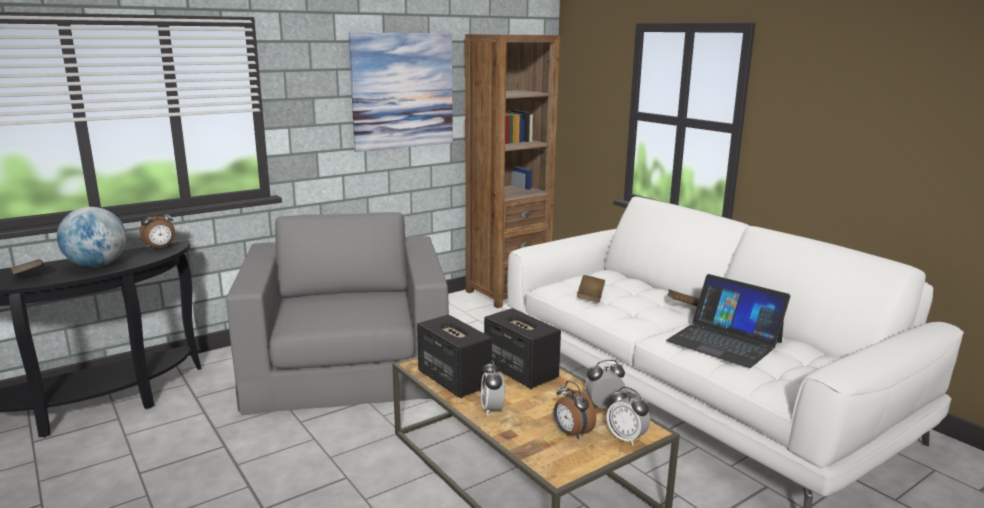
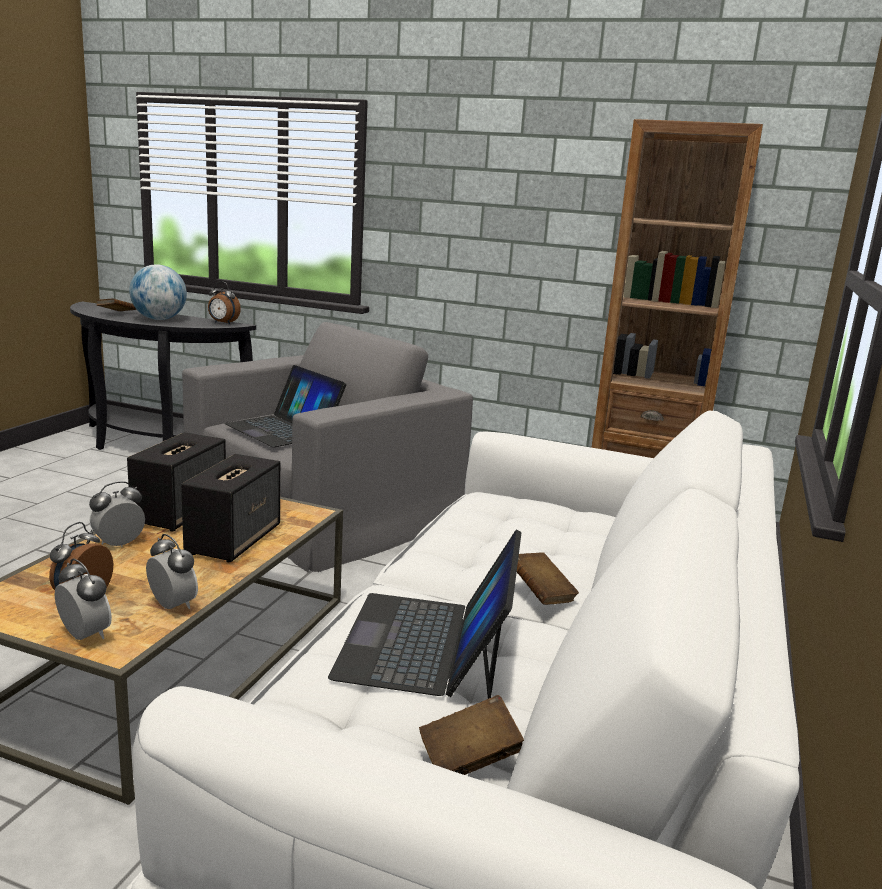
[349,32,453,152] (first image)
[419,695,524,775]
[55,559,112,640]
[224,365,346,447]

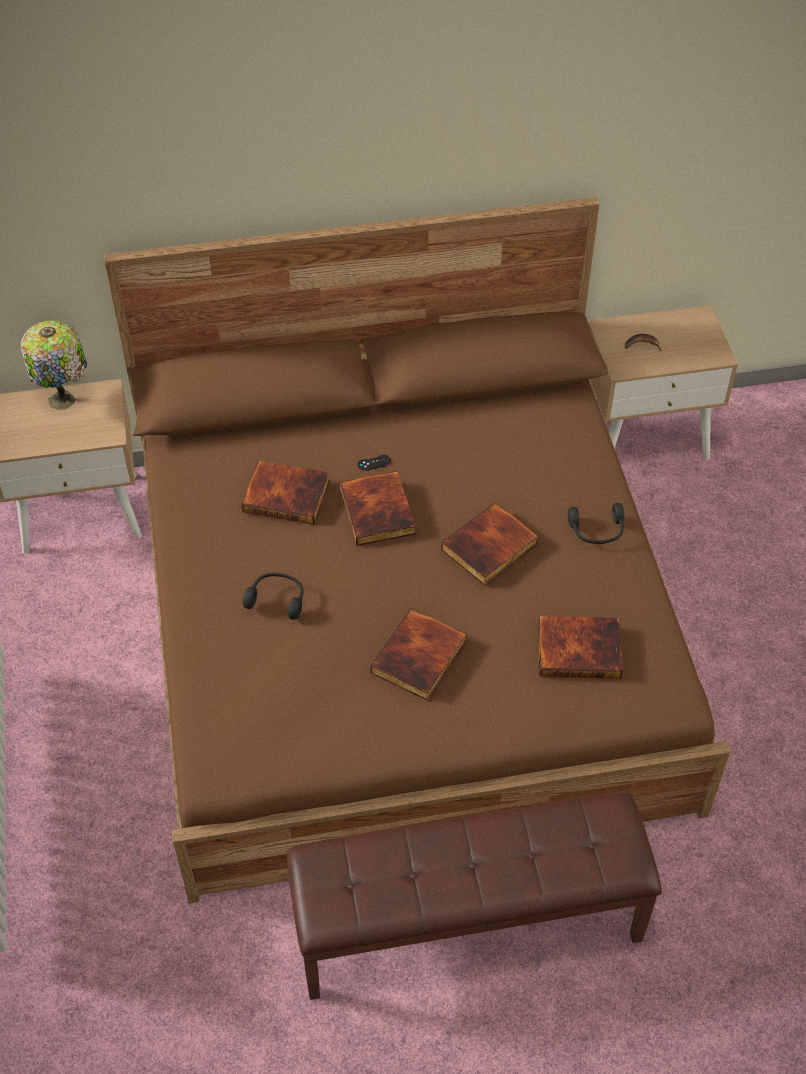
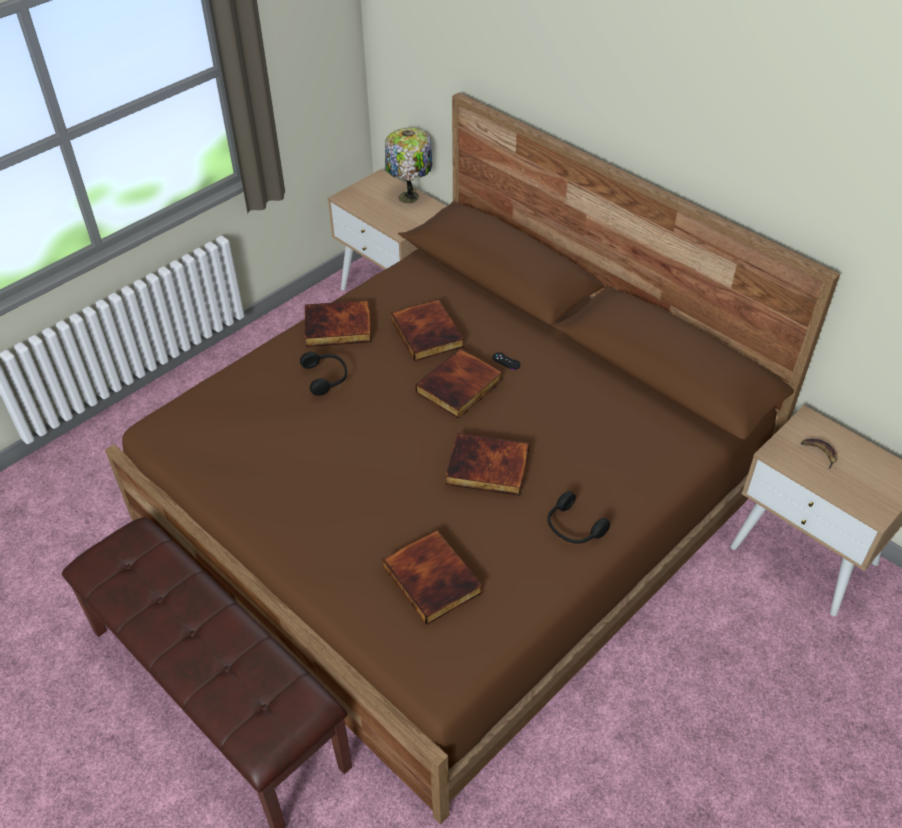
[305,300,372,347]

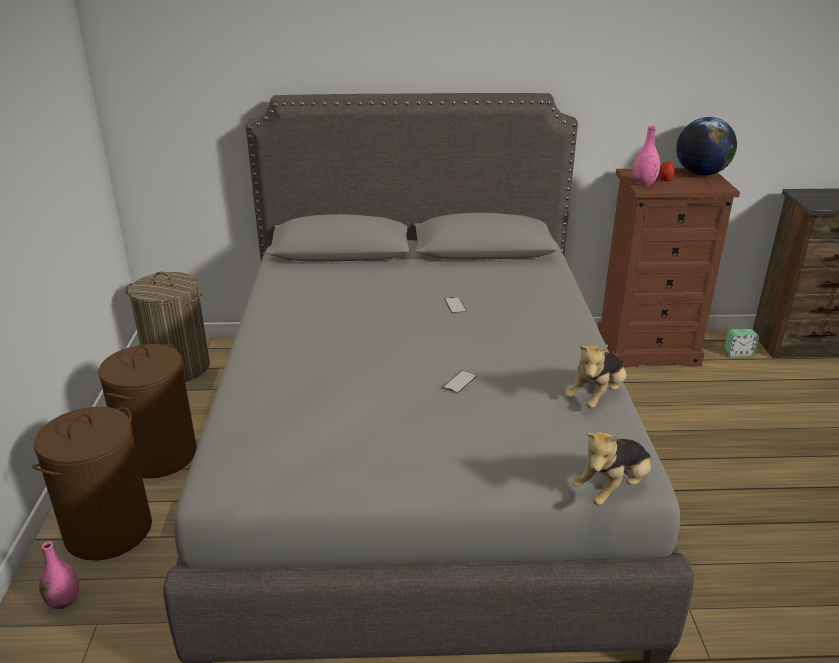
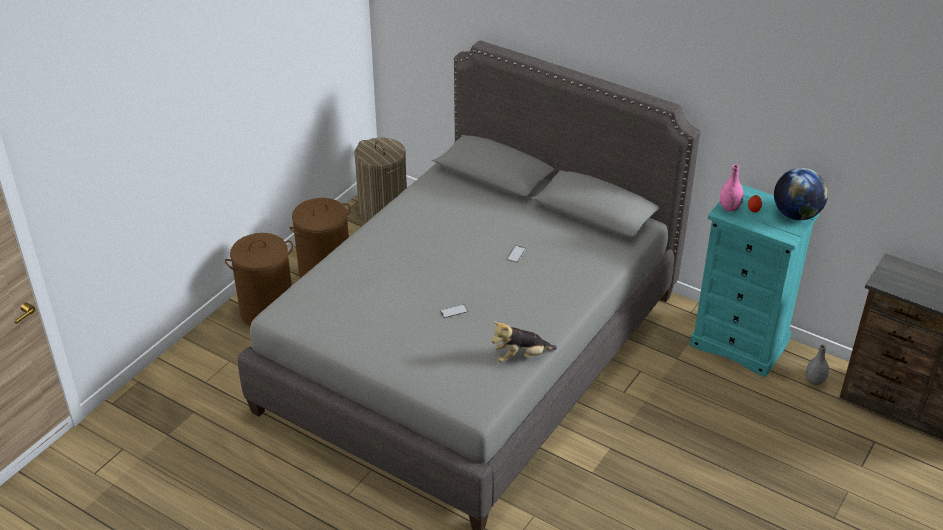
[689,184,820,377]
[806,344,829,385]
[571,432,652,506] (first image)
[39,541,79,609] (first image)

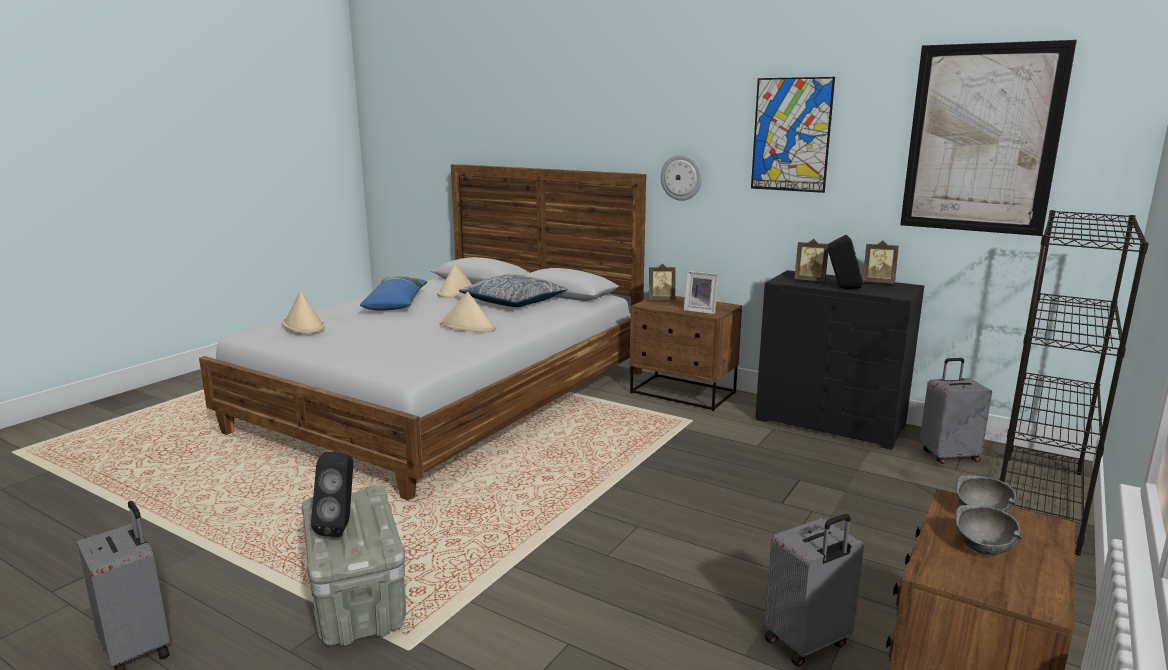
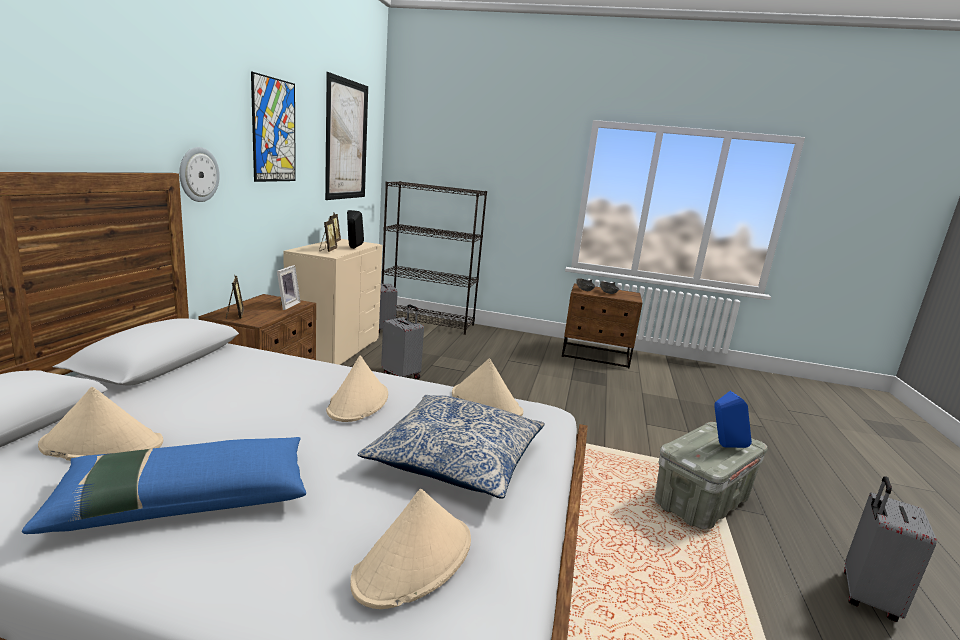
[283,239,382,365]
[358,395,545,499]
[715,391,752,448]
[381,304,424,379]
[452,359,523,416]

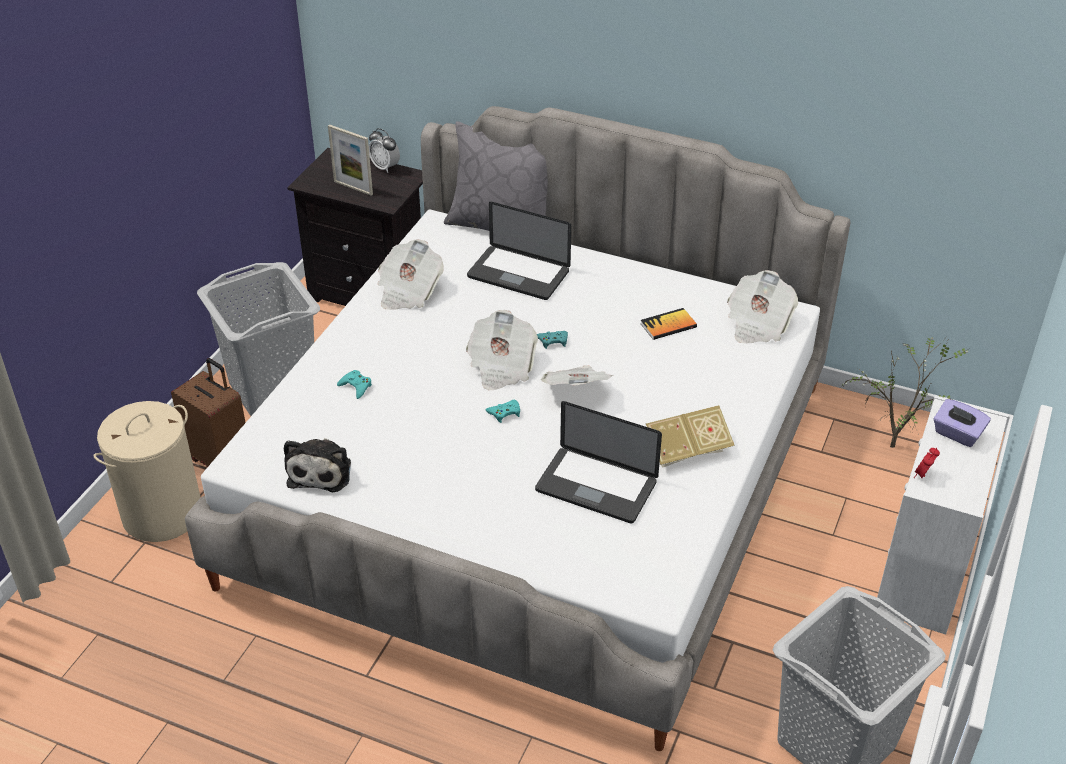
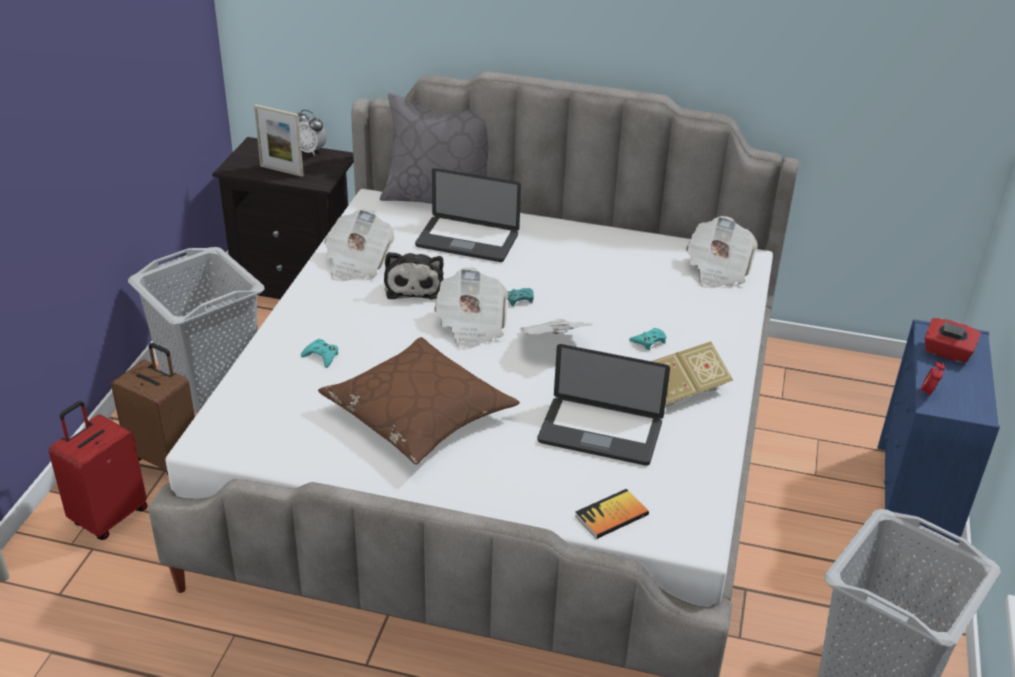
[575,489,649,539]
[842,334,968,449] (first image)
[877,319,1000,557]
[925,318,981,363]
[629,328,667,350]
[49,401,148,540]
[384,252,444,299]
[318,337,520,465]

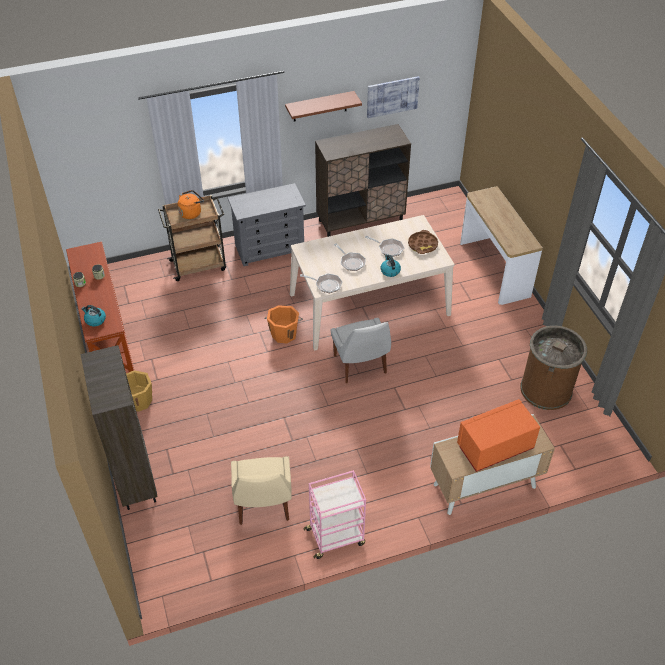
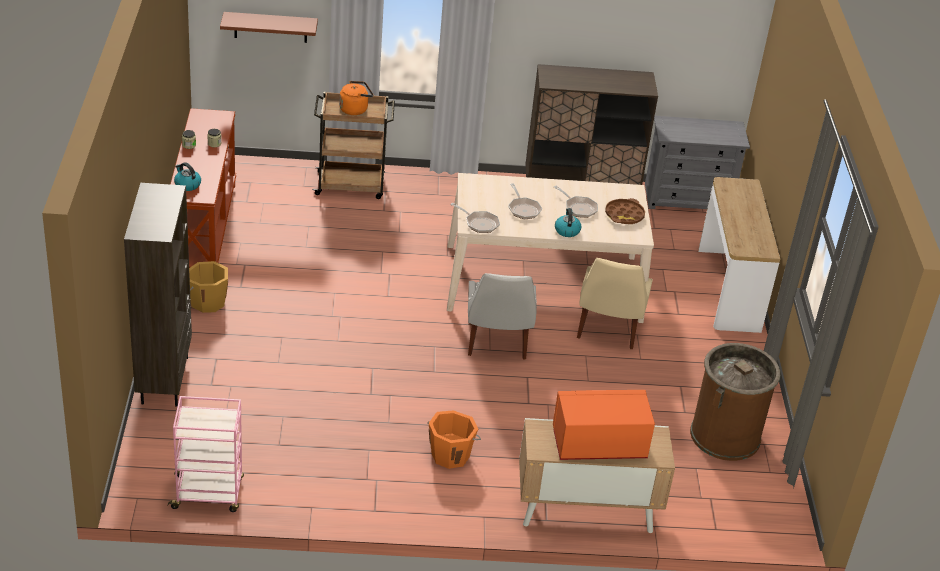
[367,76,420,118] (first image)
[220,12,318,43]
[645,116,750,209]
[427,410,481,469]
[577,258,653,349]
[168,396,244,512]

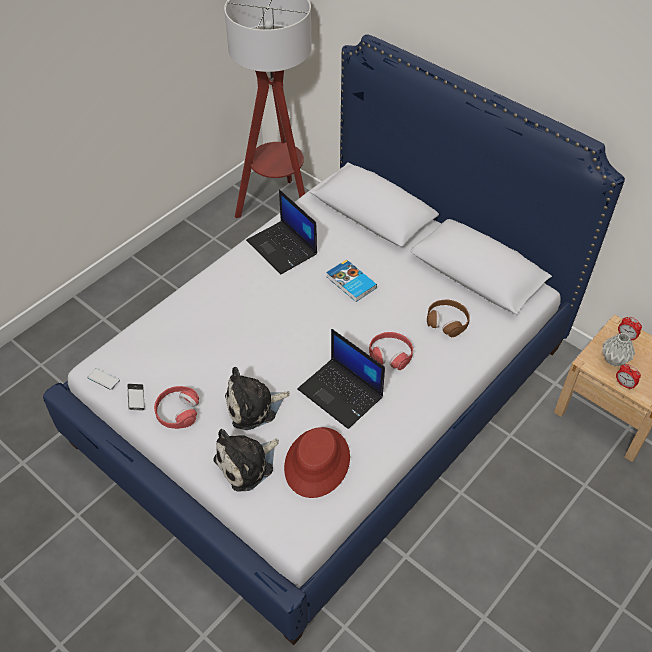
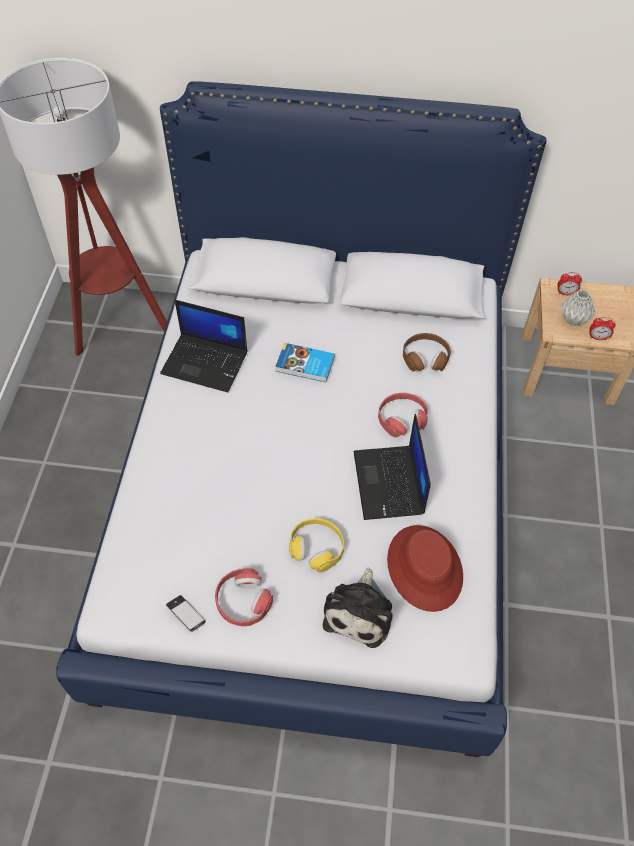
[354,414,431,520]
[289,518,344,573]
[87,368,120,390] (first image)

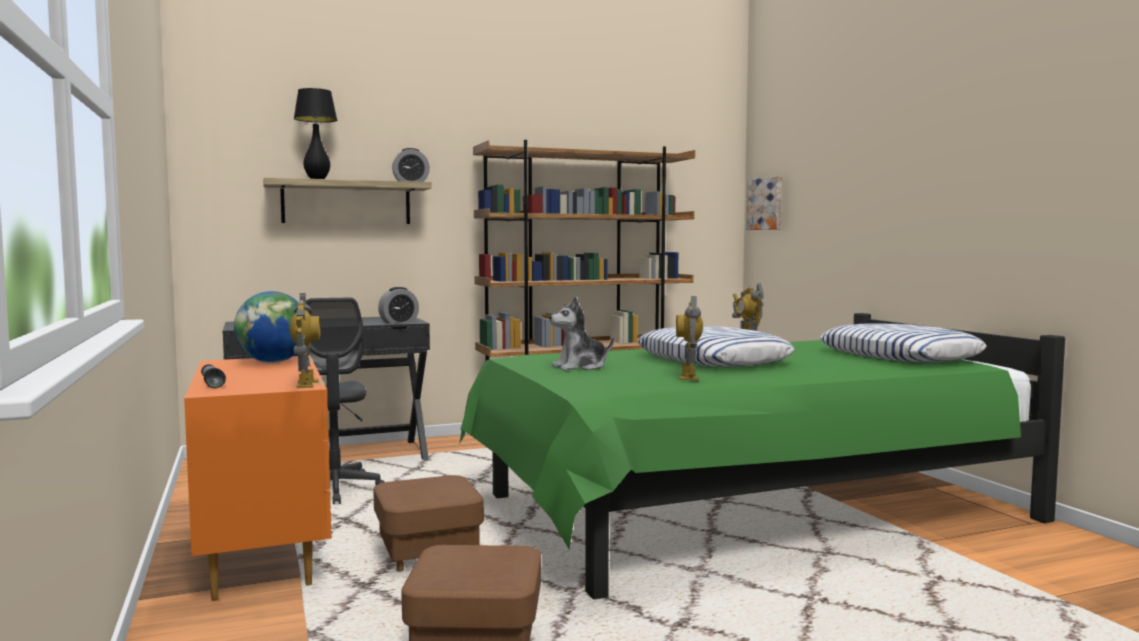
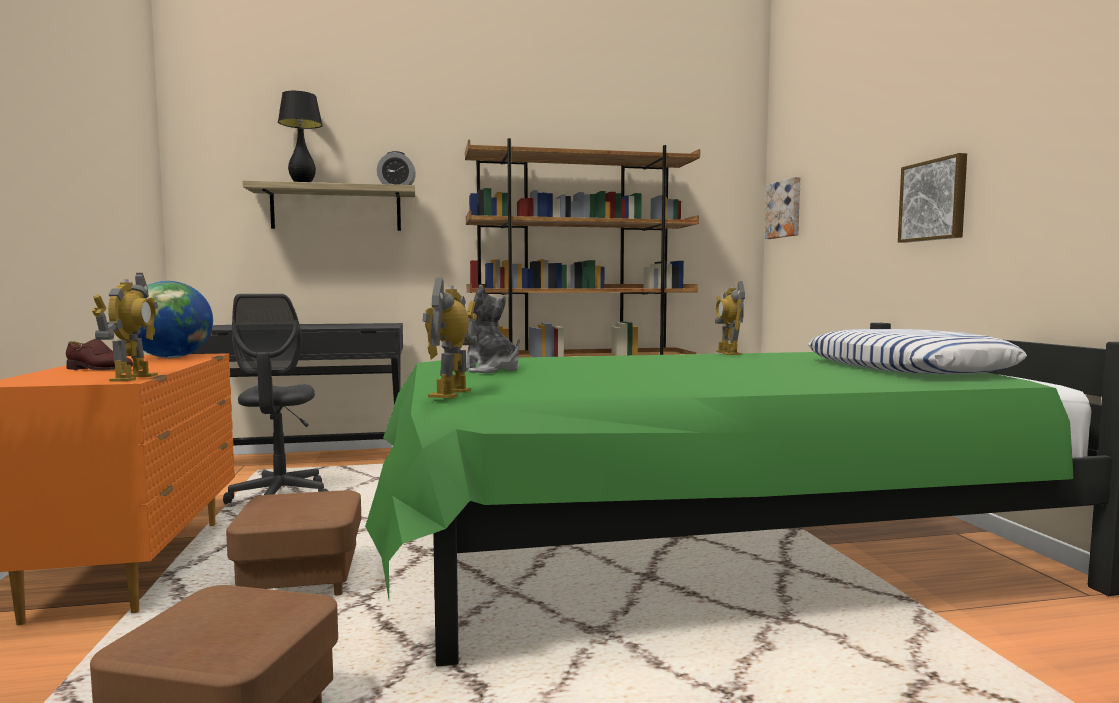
[378,287,419,324] (first image)
[466,285,520,373]
[422,278,478,398]
[637,326,795,367] (first image)
[201,364,226,388] (first image)
[898,153,967,243]
[66,339,133,370]

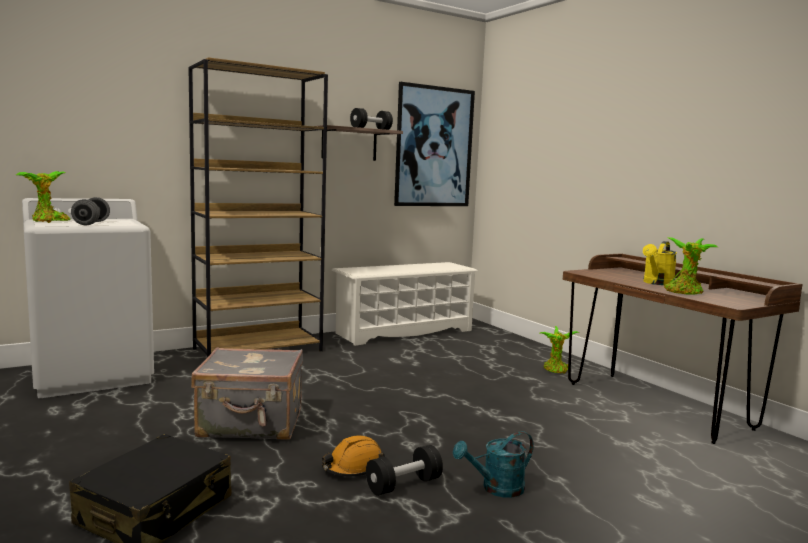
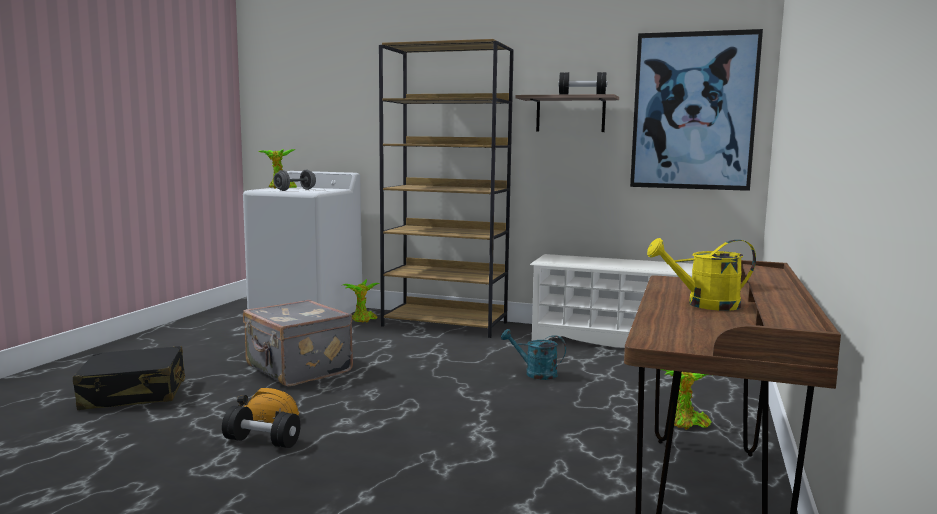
[343,279,379,323]
[501,329,566,380]

